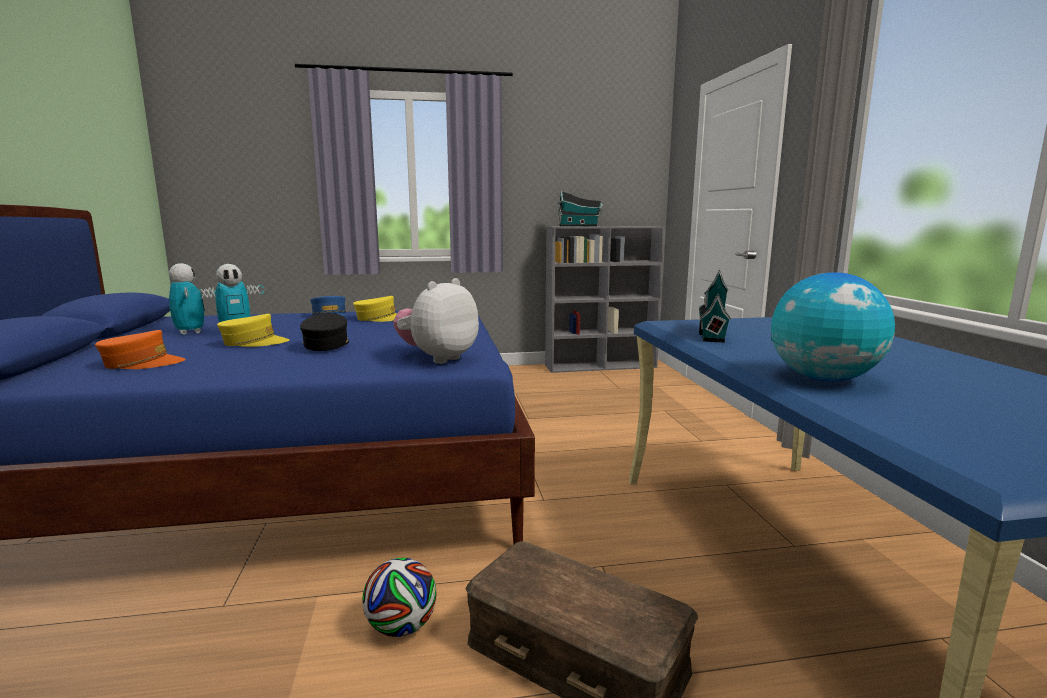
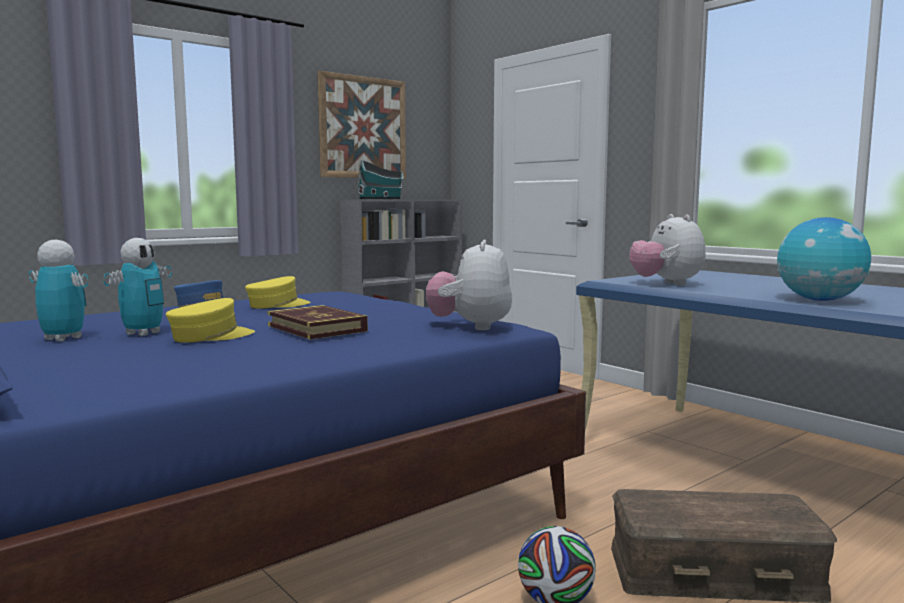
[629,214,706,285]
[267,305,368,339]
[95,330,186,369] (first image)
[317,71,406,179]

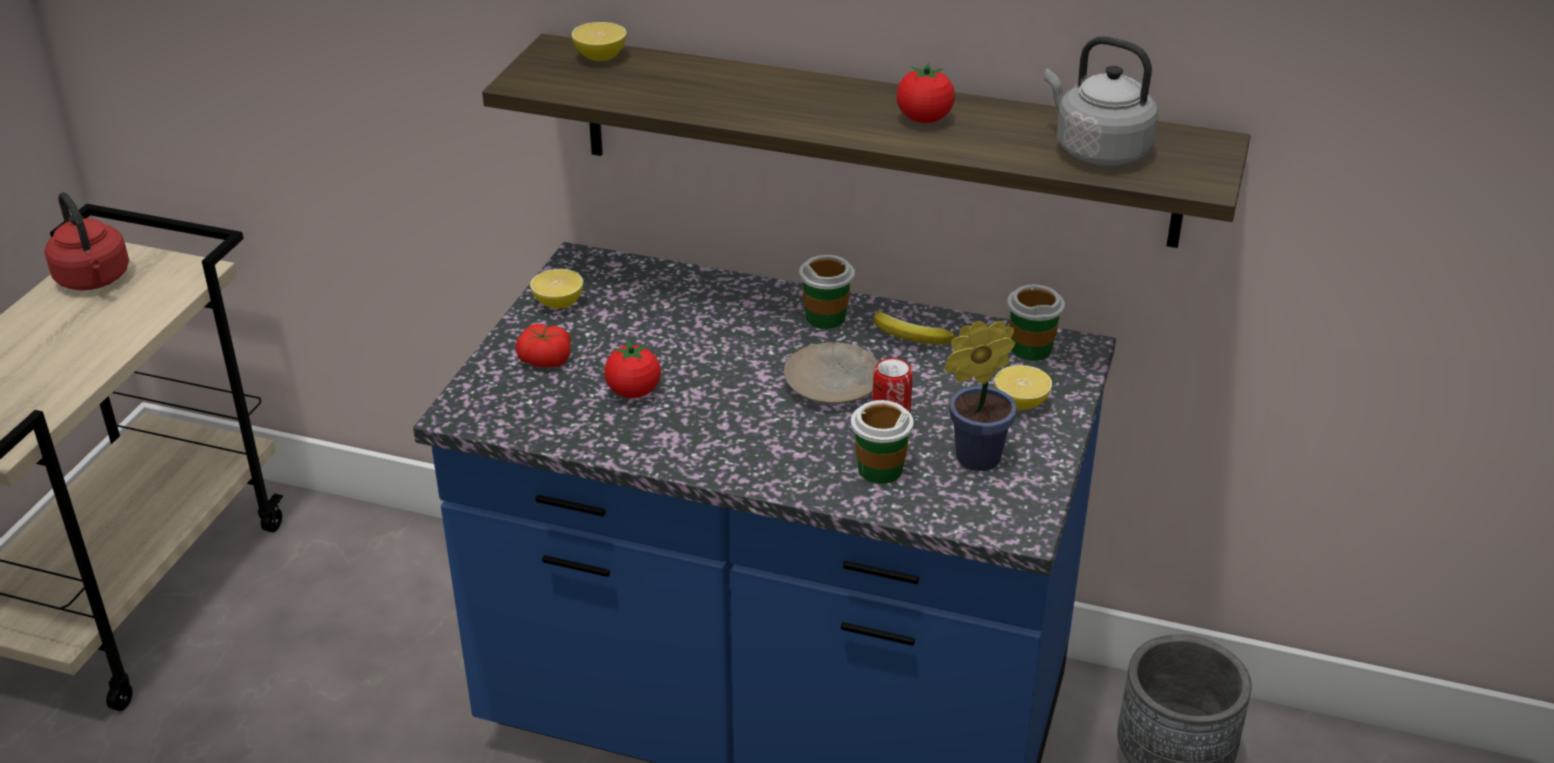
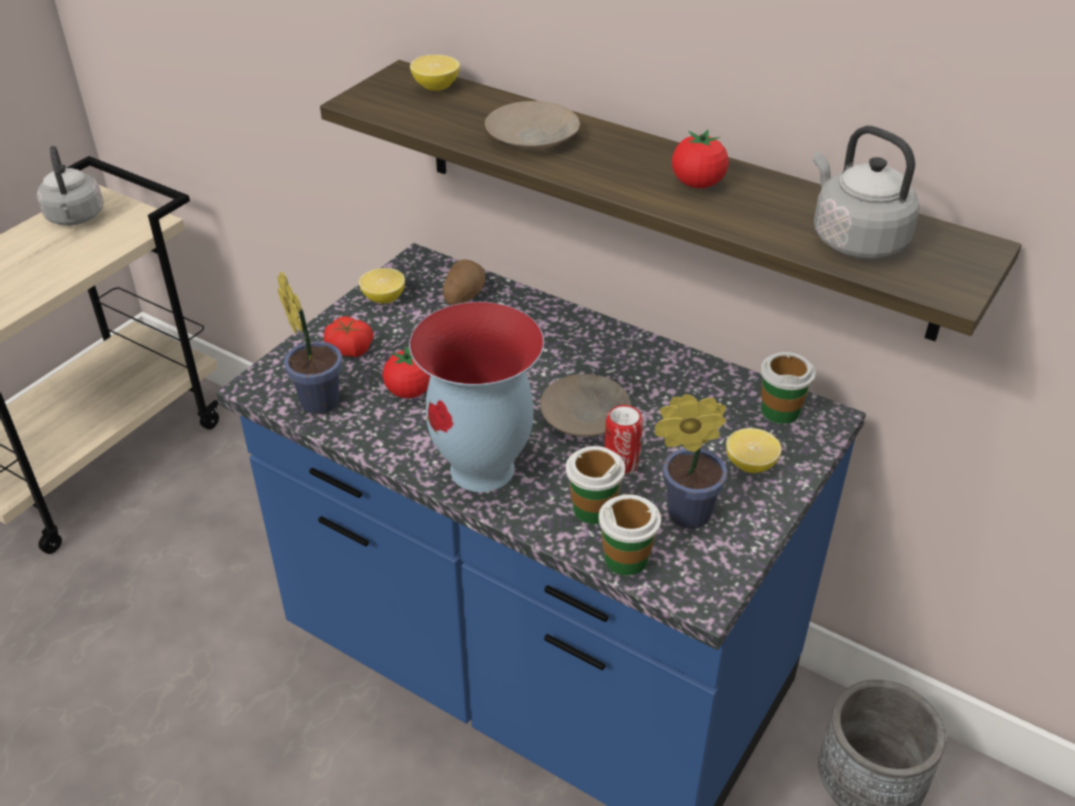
[37,146,104,226]
[599,494,661,576]
[873,310,955,344] (first image)
[485,101,580,150]
[443,260,485,305]
[277,272,342,414]
[409,302,544,492]

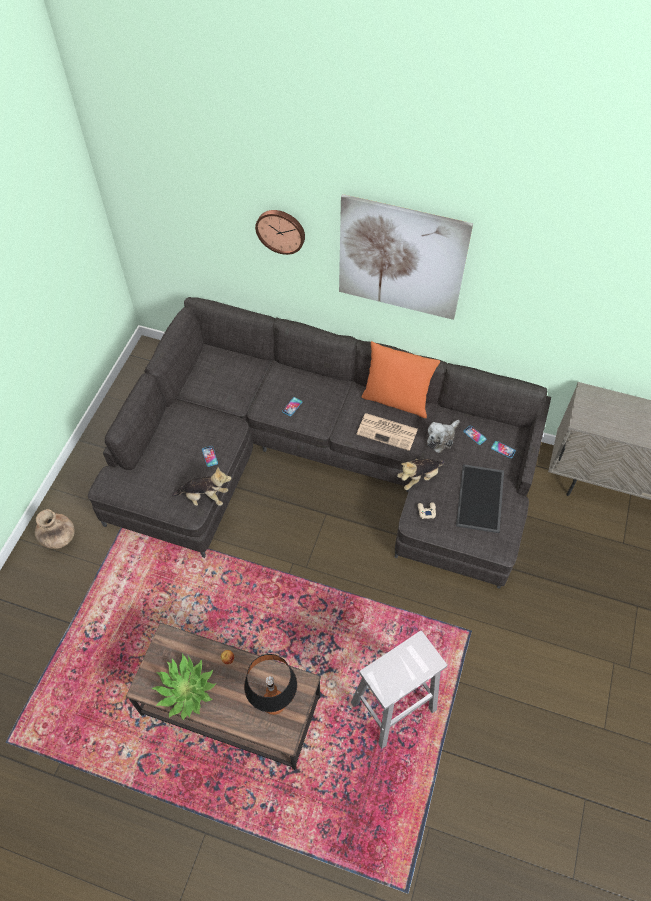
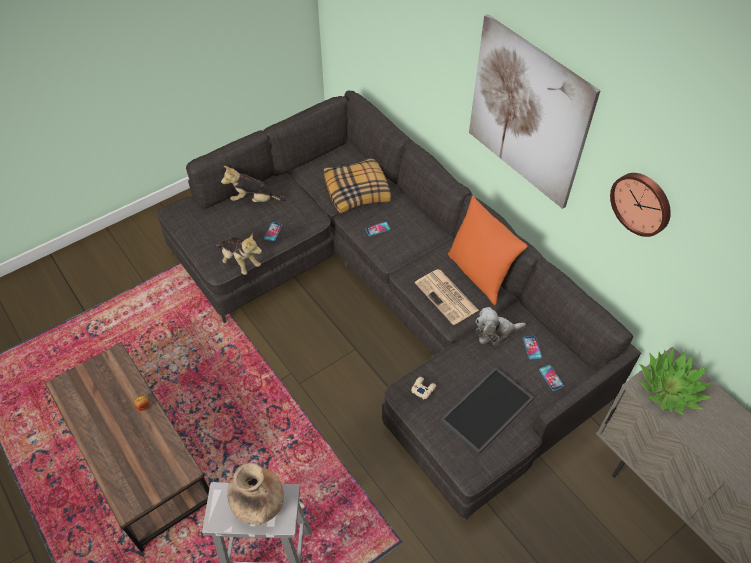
[610,173,671,237]
[221,166,287,202]
[227,462,284,525]
[639,347,713,415]
[244,654,297,715] (first image)
[324,157,391,213]

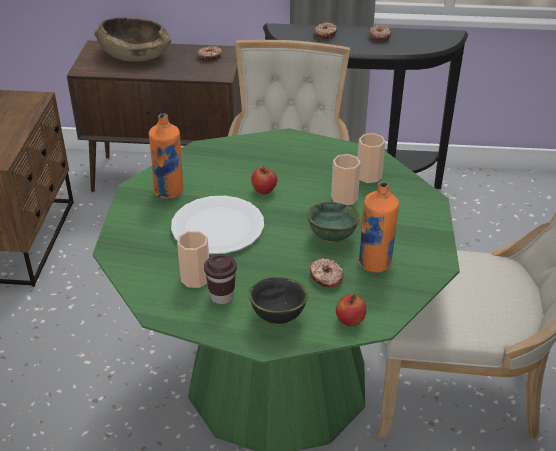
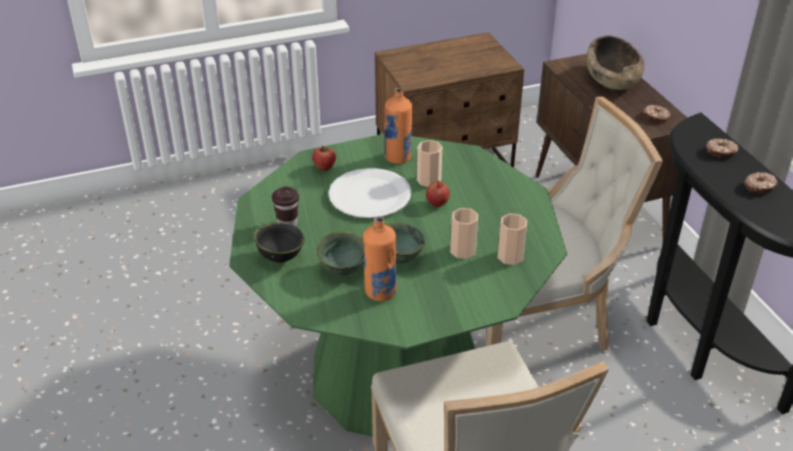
[417,140,442,187]
[316,232,364,275]
[312,146,336,171]

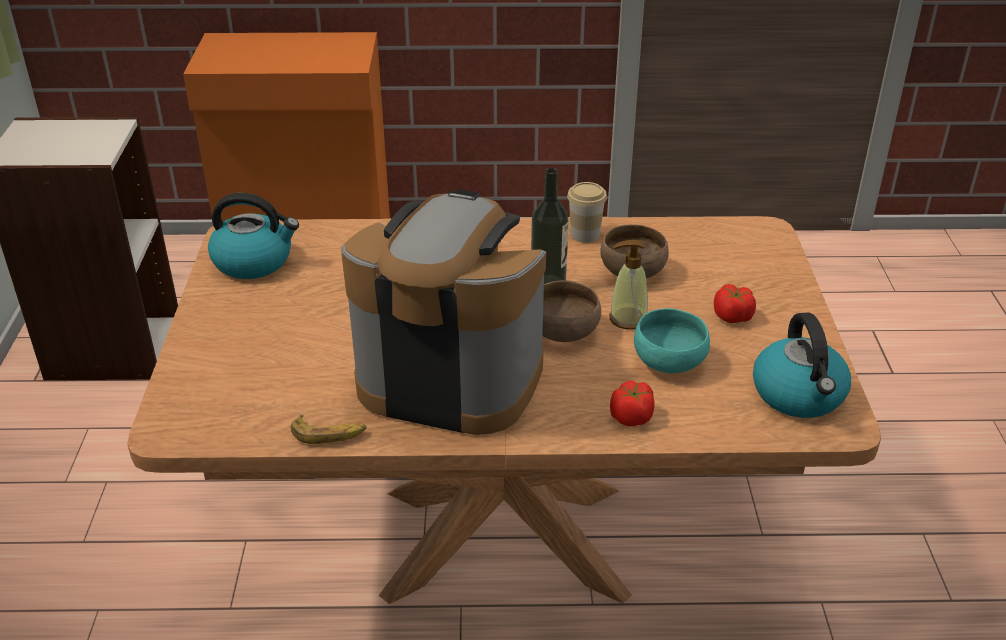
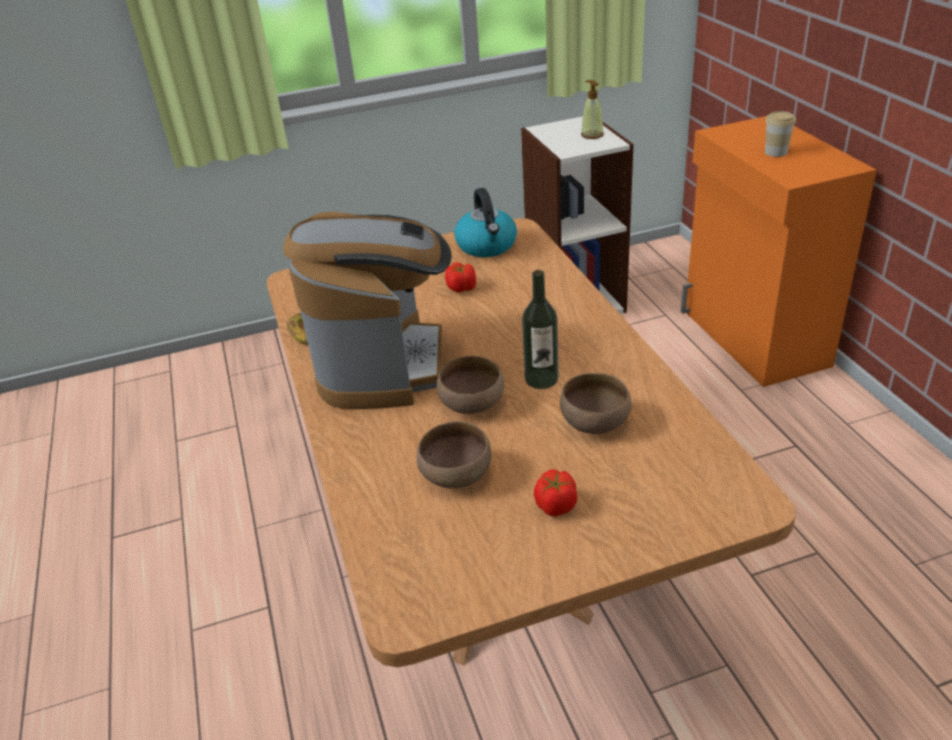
[765,111,796,157]
[581,80,604,139]
[417,422,491,488]
[753,312,851,418] (first image)
[445,262,476,292]

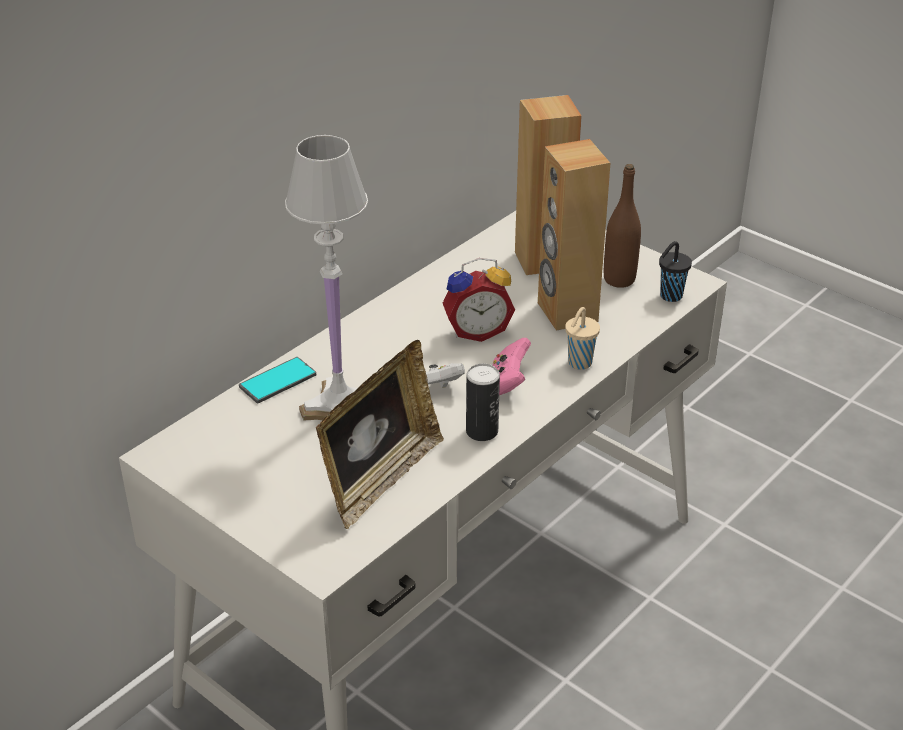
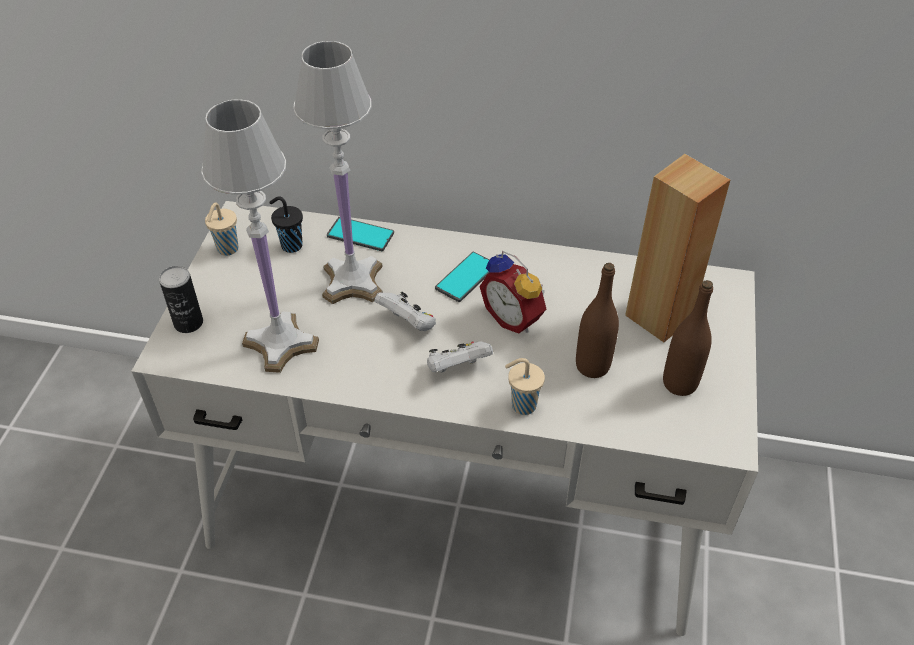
[576,263,619,378]
[269,196,303,253]
[427,341,493,373]
[201,99,319,373]
[159,266,203,333]
[205,202,238,256]
[435,252,490,302]

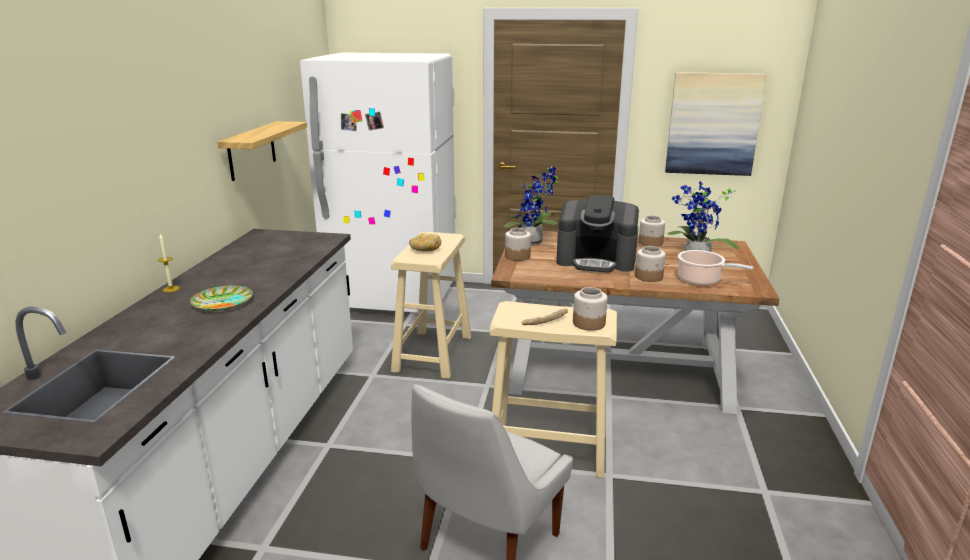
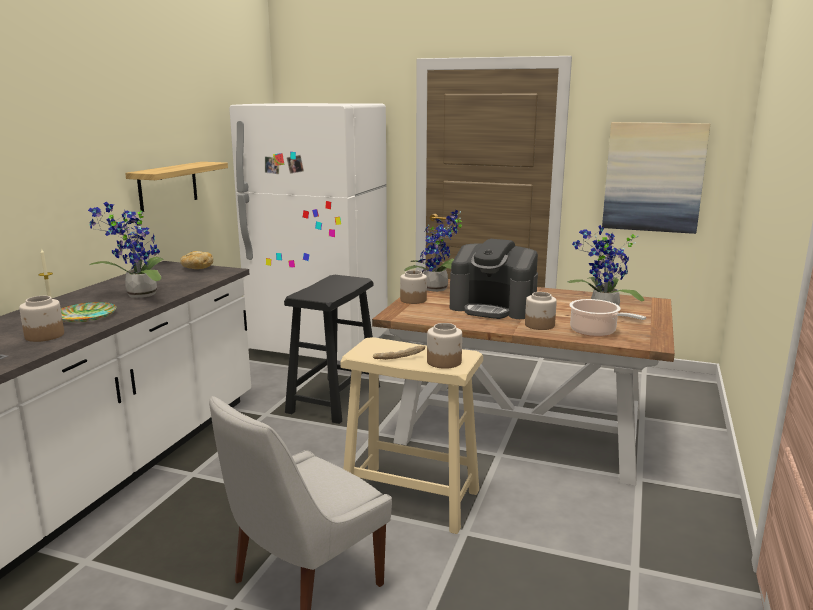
[19,296,64,342]
[284,275,380,424]
[180,251,213,269]
[88,201,164,298]

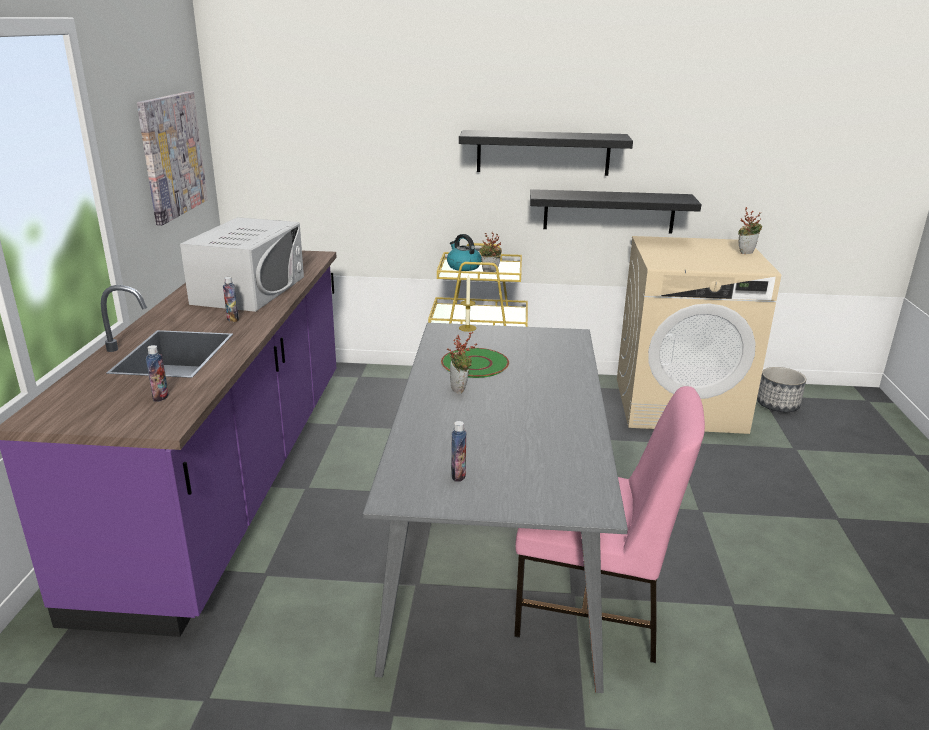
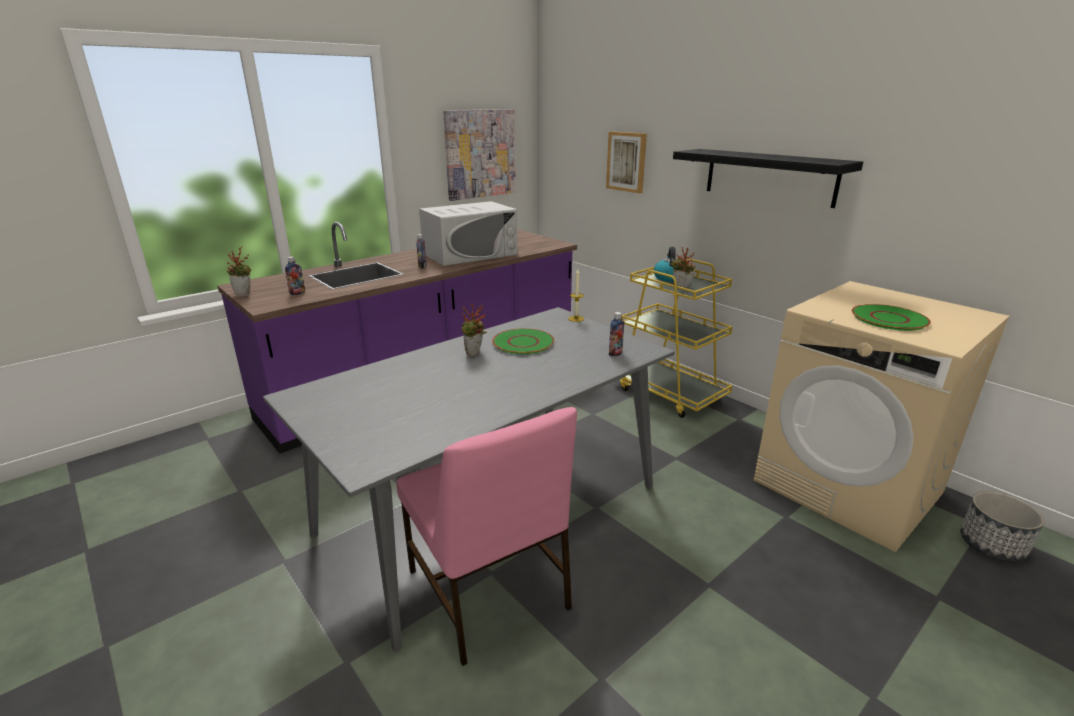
[530,189,701,234] (first image)
[227,246,251,297]
[609,312,624,356]
[606,131,647,193]
[852,304,931,331]

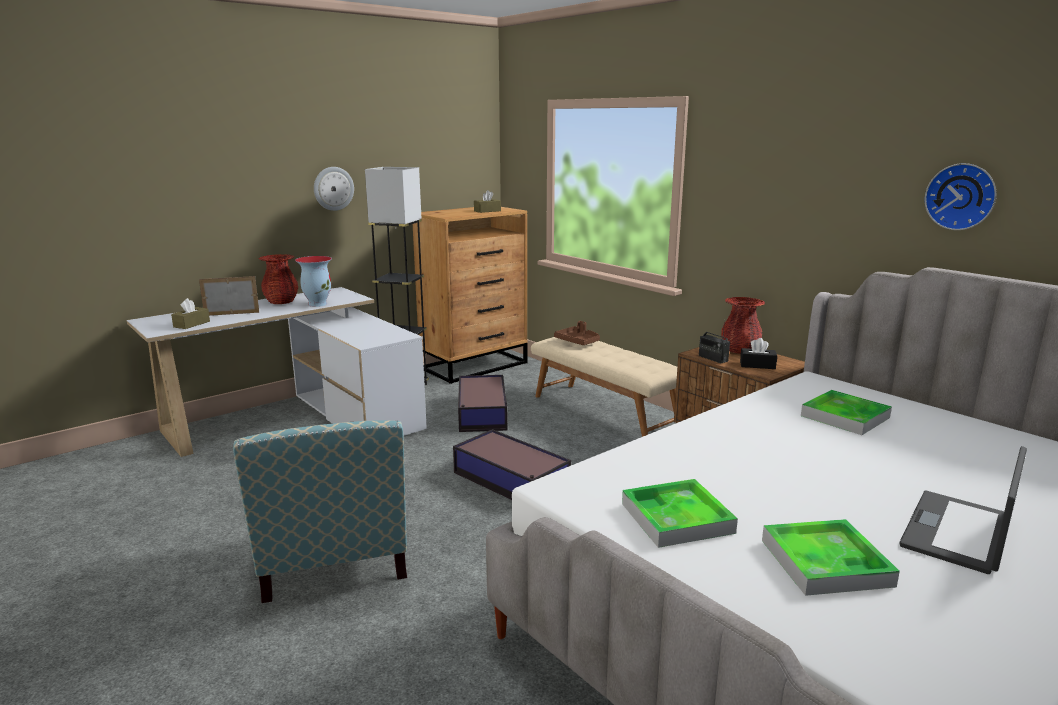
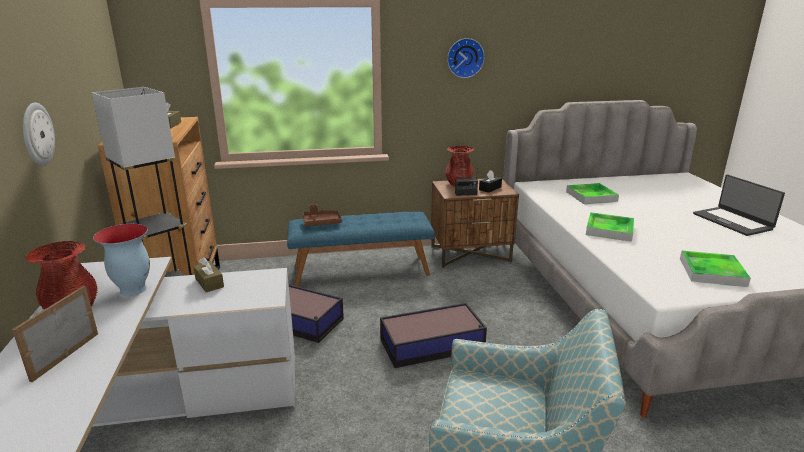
[447,38,485,78]
[193,257,224,292]
[287,212,435,286]
[586,212,634,242]

